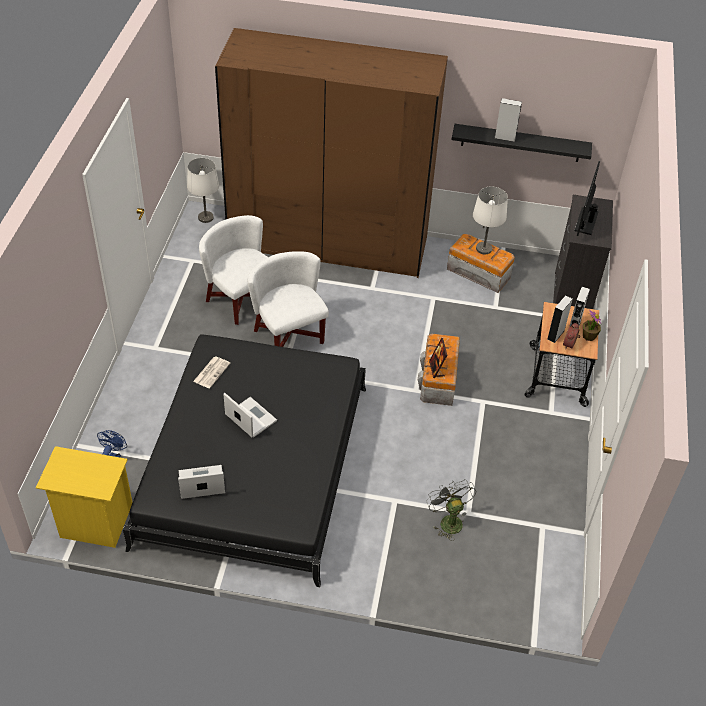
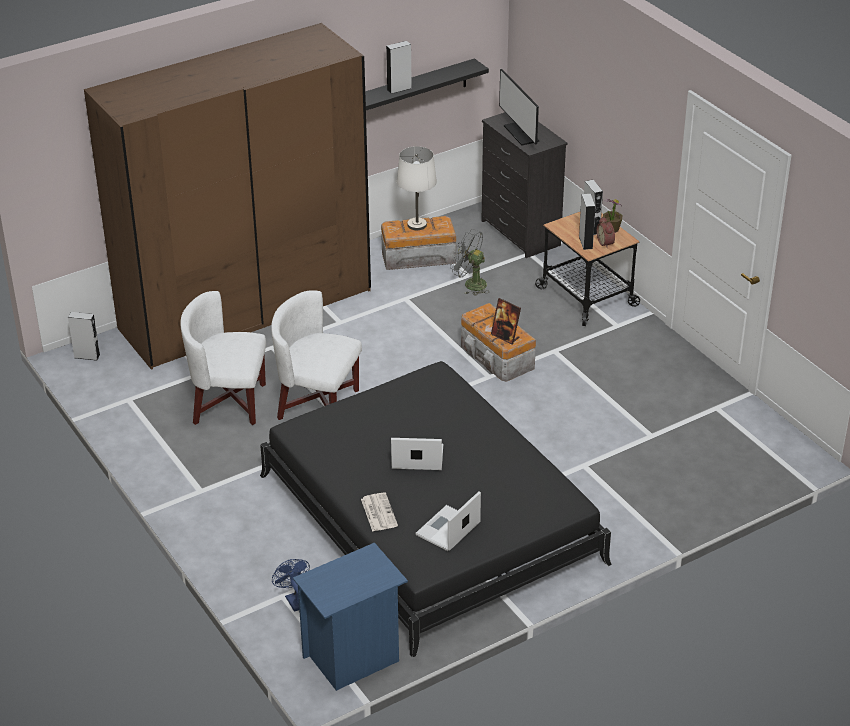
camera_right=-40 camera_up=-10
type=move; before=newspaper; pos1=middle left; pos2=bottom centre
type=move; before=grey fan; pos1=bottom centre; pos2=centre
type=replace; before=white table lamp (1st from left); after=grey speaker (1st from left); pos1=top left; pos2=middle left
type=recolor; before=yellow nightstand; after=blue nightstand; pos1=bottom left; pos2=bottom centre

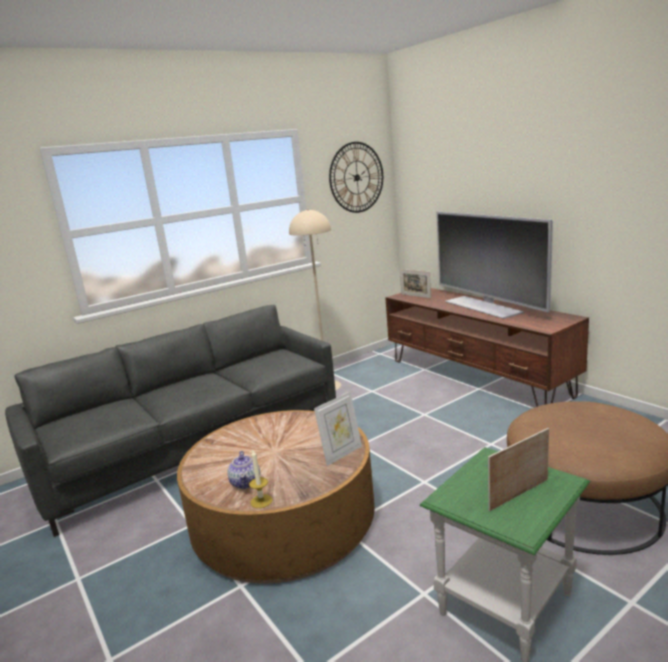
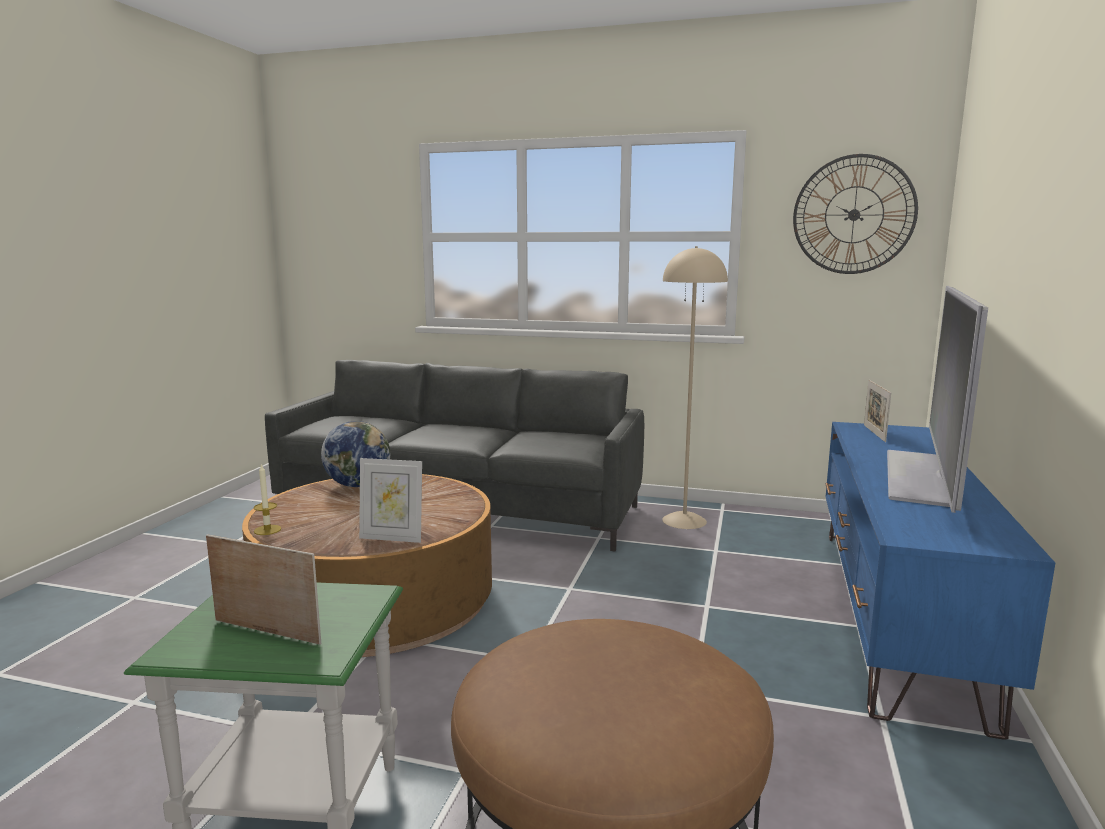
camera_right=50 camera_up=-5
type=delete; before=teapot; pos1=bottom centre
type=insert; after=globe; pos2=middle left
type=recolor; before=brown tv stand; after=blue tv stand; pos1=middle right; pos2=bottom right

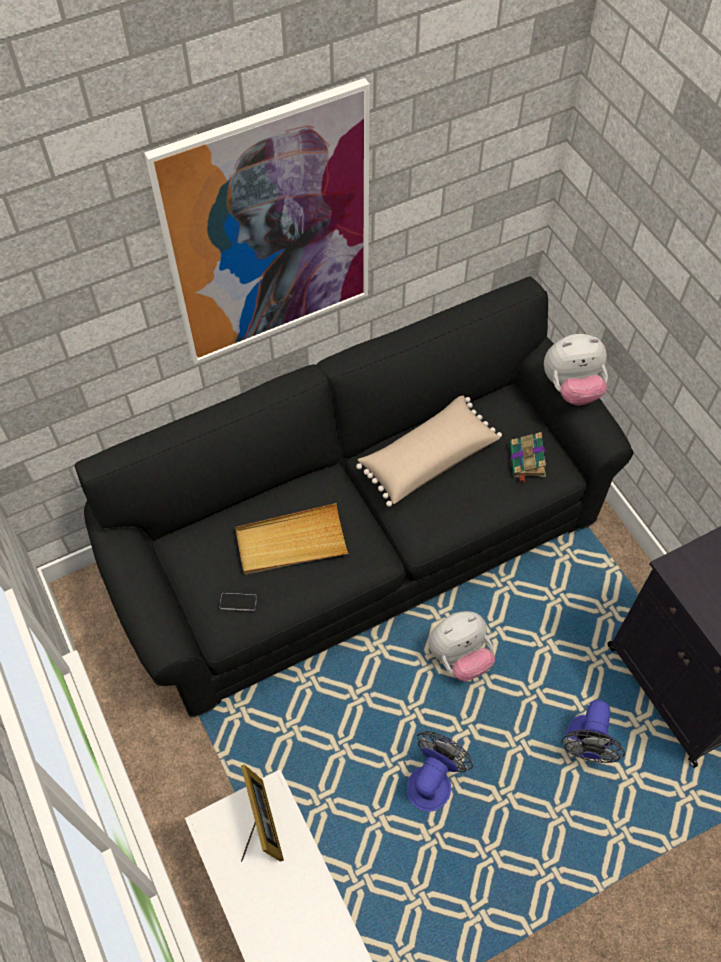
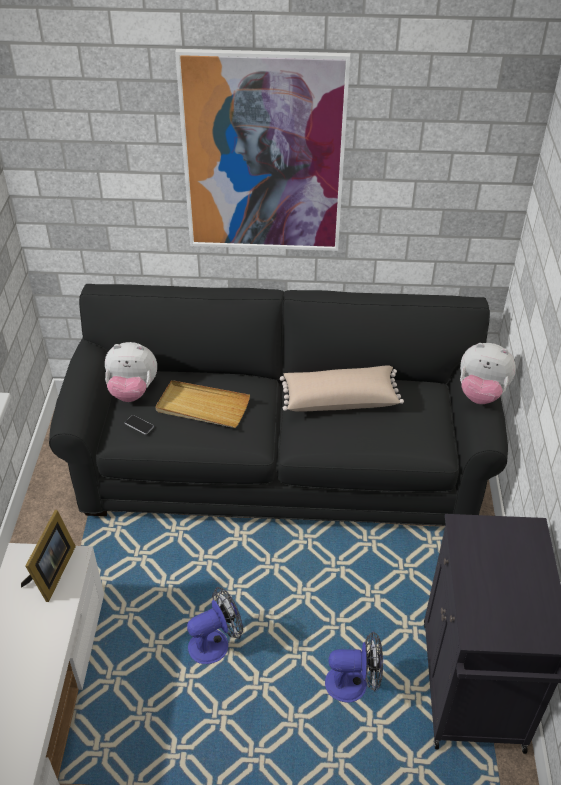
camera_right=30 camera_up=-15
type=delete; before=book; pos1=middle right
type=move; before=plush toy (1st from left); pos1=bottom centre; pos2=middle left
type=rotate; before=fan (2nd from left); pos1=bottom right; pos2=bottom centre; turn=-135

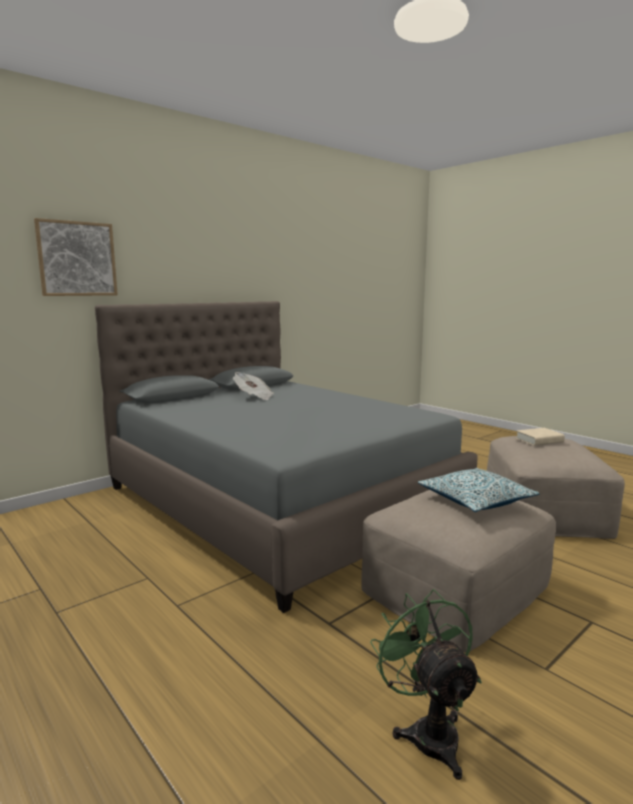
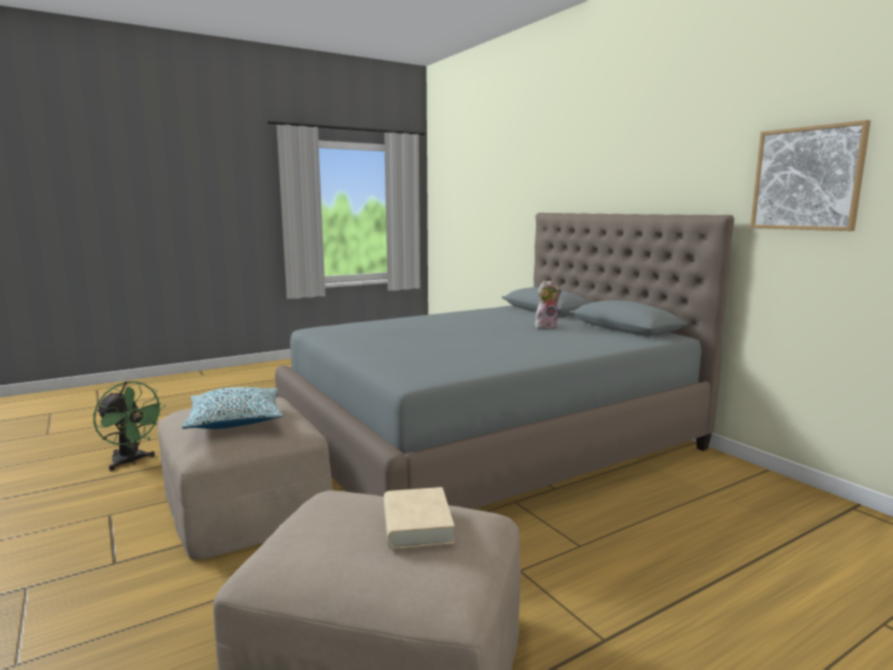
camera_right=100 camera_up=0
type=move; before=picture; pos1=top left; pos2=top right
type=replace; before=newspaper; after=plush toy; pos1=centre; pos2=centre
type=rotate; before=green fan; pos1=bottom right; pos2=middle left; turn=45

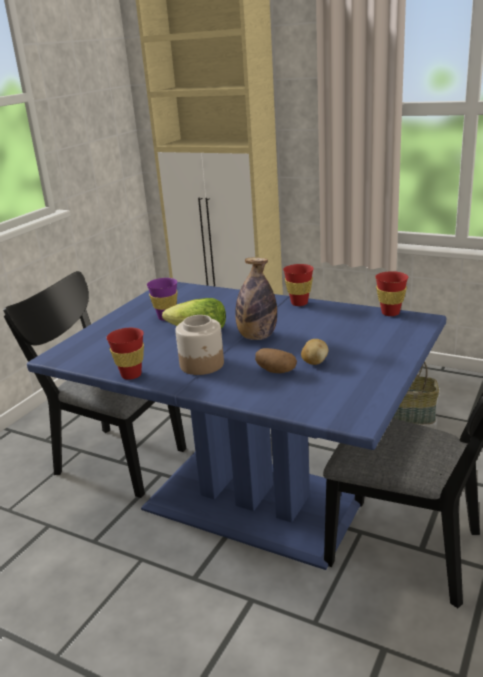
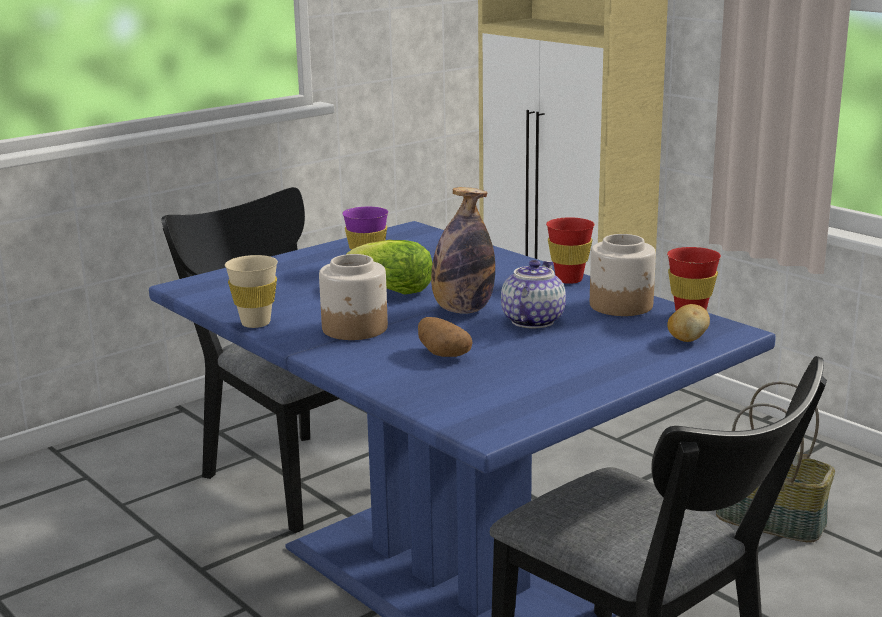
camera_right=20 camera_up=-5
type=insert; after=teapot; pos2=centre
type=insert; after=jar (2nd from left); pos2=middle right
type=move; before=potato (2nd from left); pos1=centre; pos2=middle right
type=recolor; before=red cup (1st from left); after=beige cup; pos1=middle left; pos2=middle left

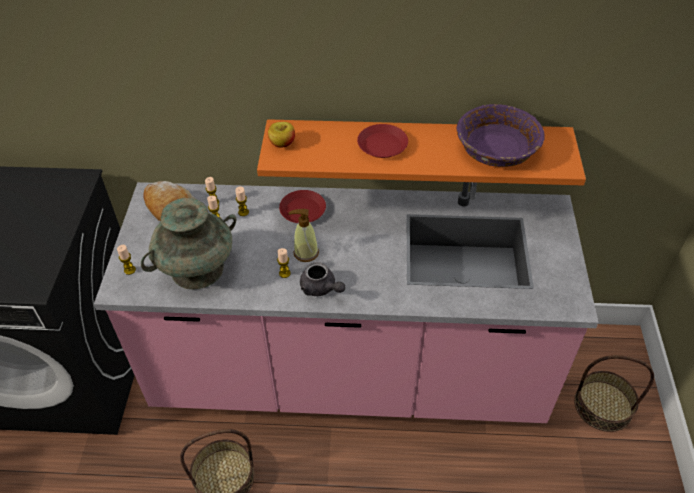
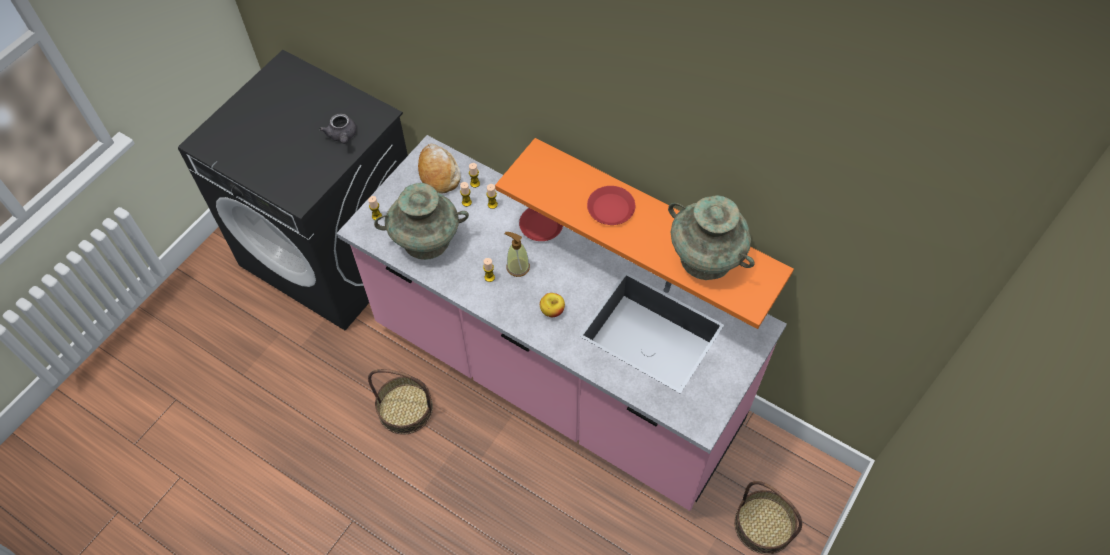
camera_right=30 camera_up=10
type=move; before=apple; pos1=top centre; pos2=centre
type=move; before=grey teapot; pos1=centre; pos2=top left
type=replace; before=purple bowl; after=turquoise vase (2nd from left); pos1=top right; pos2=centre

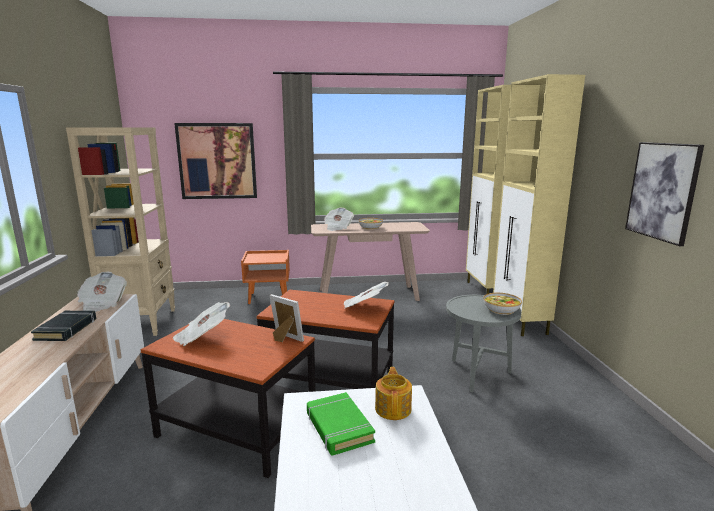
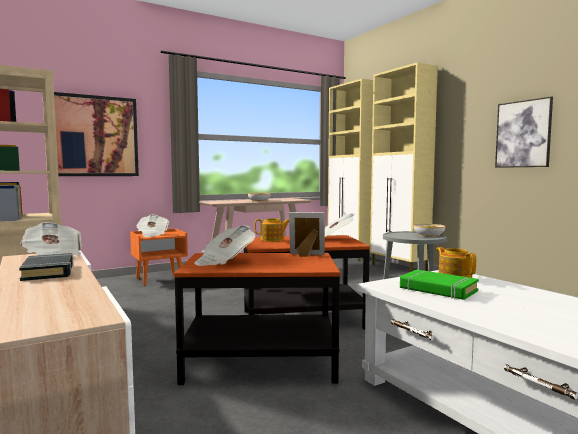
camera_right=-25 camera_up=-10
type=insert; after=teapot (1st from left); pos2=centre
type=move; before=newspaper (3rd from left in the first image); after=newspaper (2nd from left); pos1=centre; pos2=middle left

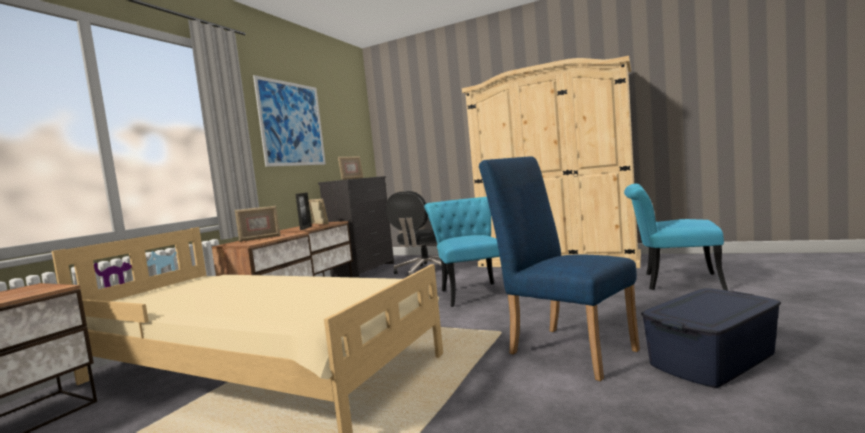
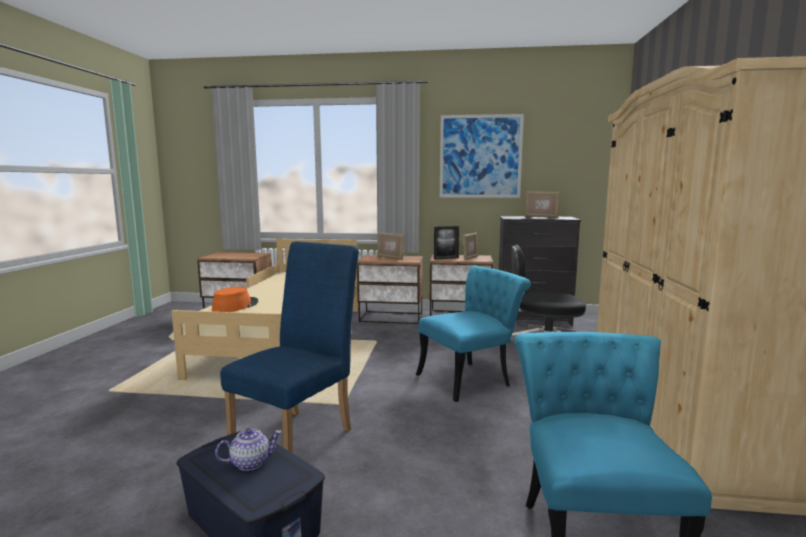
camera_right=70 camera_up=5
type=insert; after=orange hat; pos2=middle left
type=insert; after=teapot; pos2=bottom left

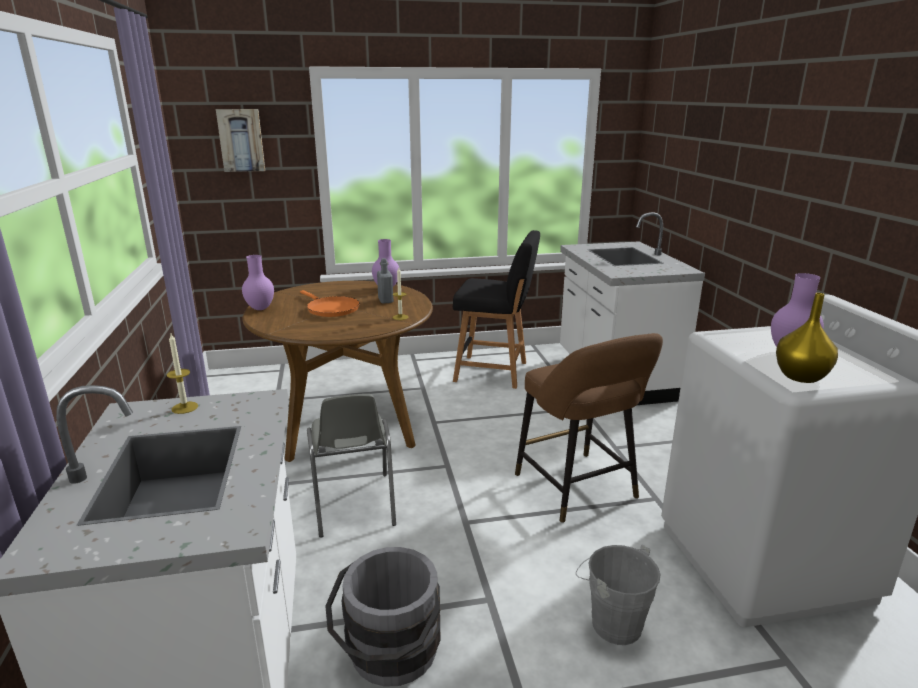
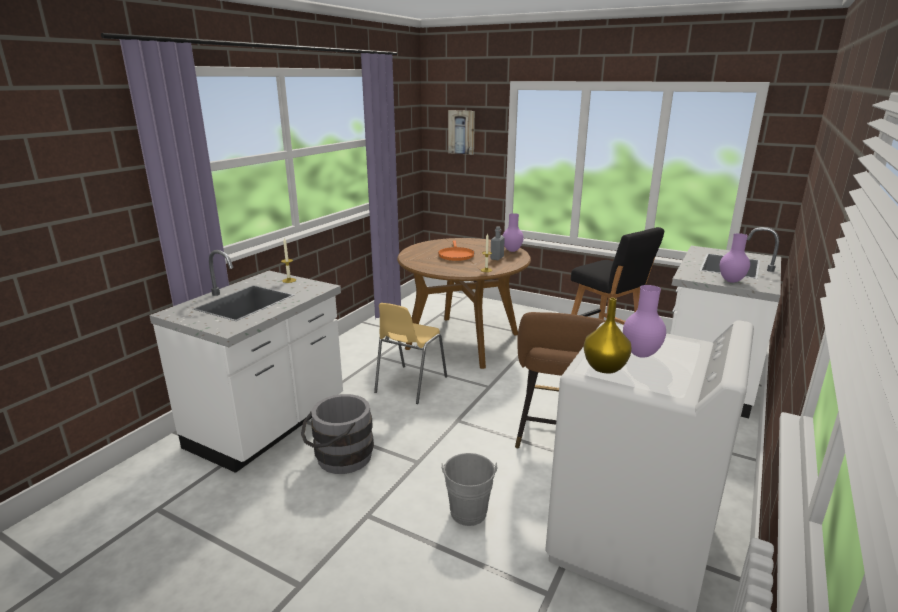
camera_right=40 camera_up=0
type=move; before=purple vase (1st from left in the first image); after=purple vase (3rd from left); pos1=middle left; pos2=middle right
type=recolor; before=grey chair; after=yellow chair; pos1=bottom centre; pos2=centre

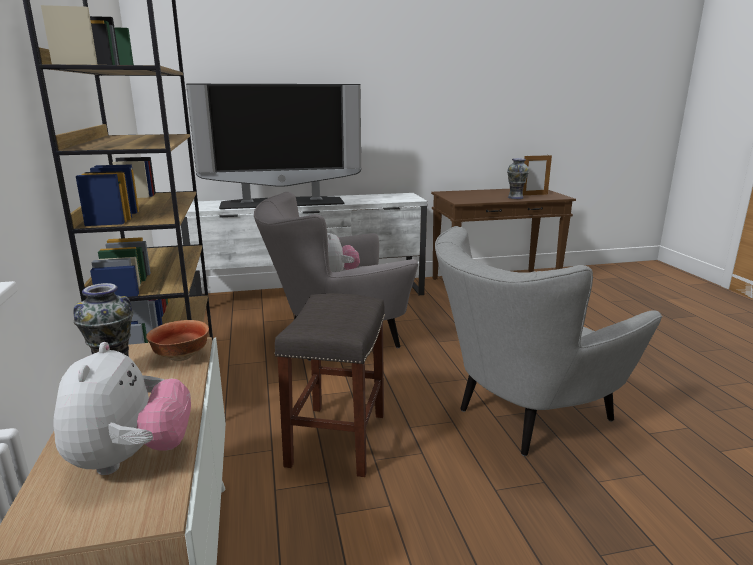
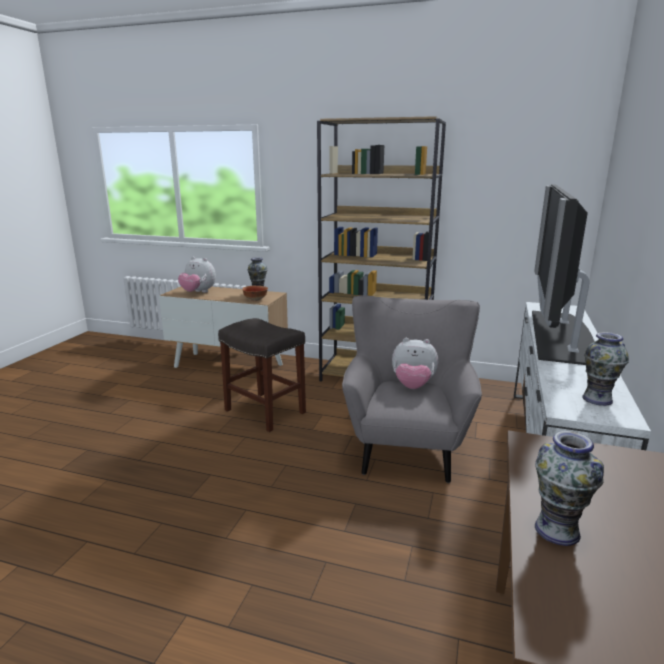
camera_right=120 camera_up=0
type=delete; before=grey armchair (2nd from left); pos1=middle right
type=delete; before=picture frame; pos1=top right
type=insert; after=vase (3rd from left); pos2=middle right

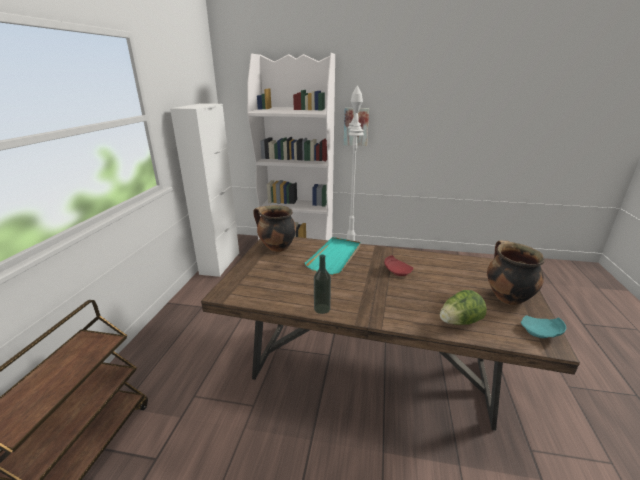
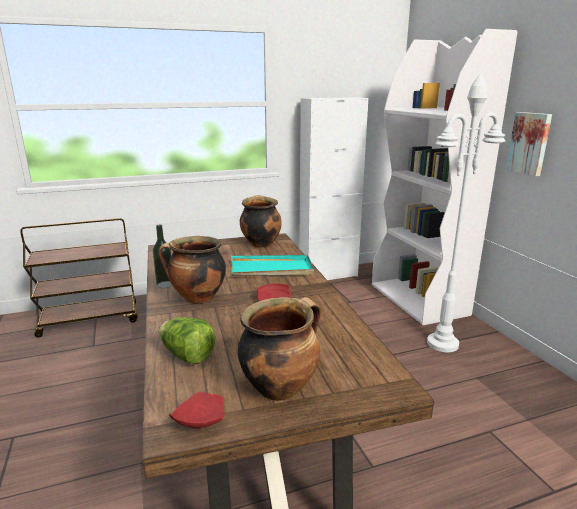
camera_right=60 camera_up=-5
type=insert; after=cooking pot (1st from left); pos2=middle left
type=recolor; before=turquoise plate; after=red plate (1st from left); pos1=bottom right; pos2=bottom centre

